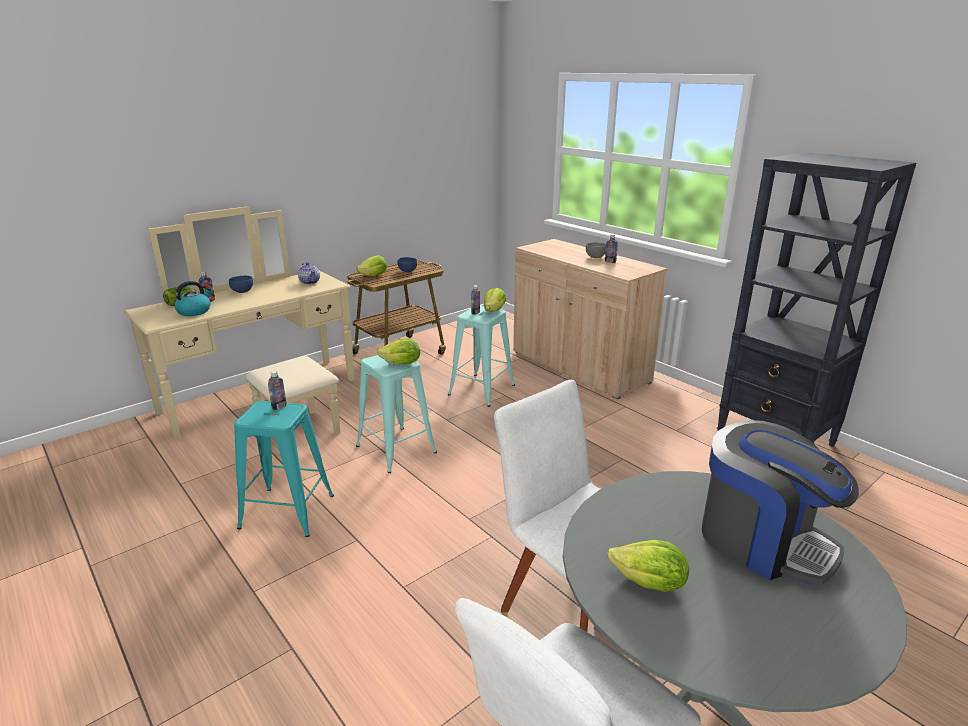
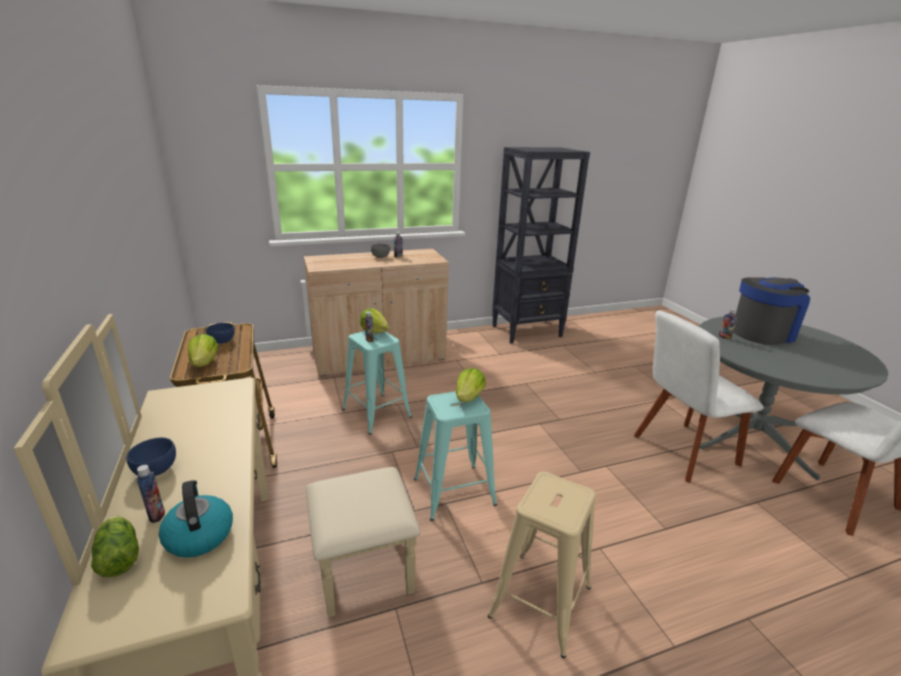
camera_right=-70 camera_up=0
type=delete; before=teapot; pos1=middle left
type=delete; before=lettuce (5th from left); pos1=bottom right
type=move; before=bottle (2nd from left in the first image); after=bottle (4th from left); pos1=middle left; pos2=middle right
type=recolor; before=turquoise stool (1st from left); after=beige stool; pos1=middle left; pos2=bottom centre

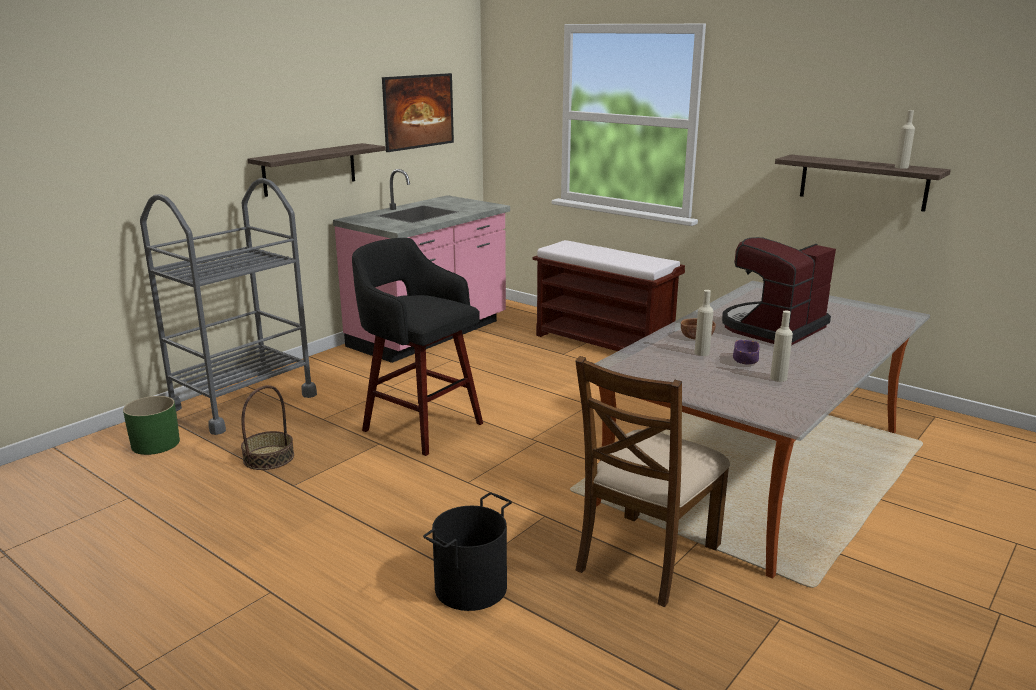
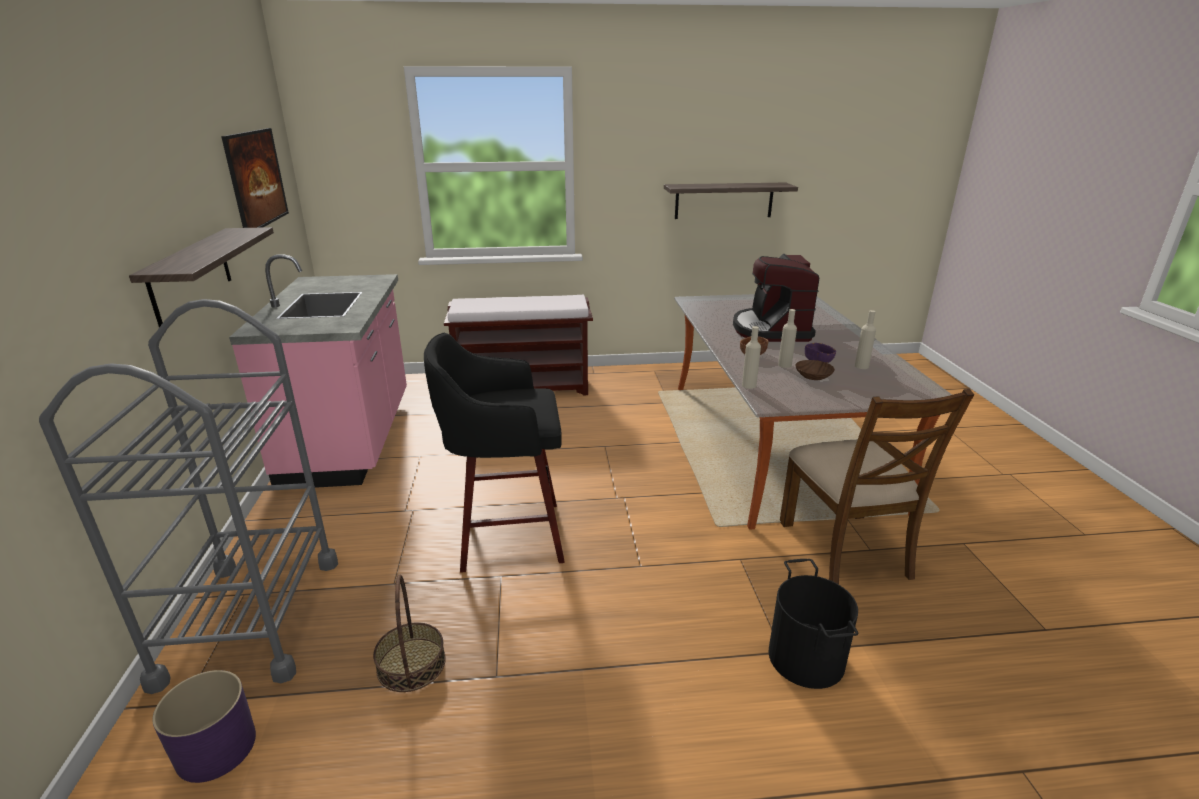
camera_right=-45 camera_up=5
type=insert; after=brown bowl (2nd from left); pos2=middle right
type=move; before=beige bottle (3rd from left in the first image); after=beige bottle (1st from left); pos1=top right; pos2=centre
type=recolor; before=green planter; after=purple planter; pos1=middle left; pos2=bottom left

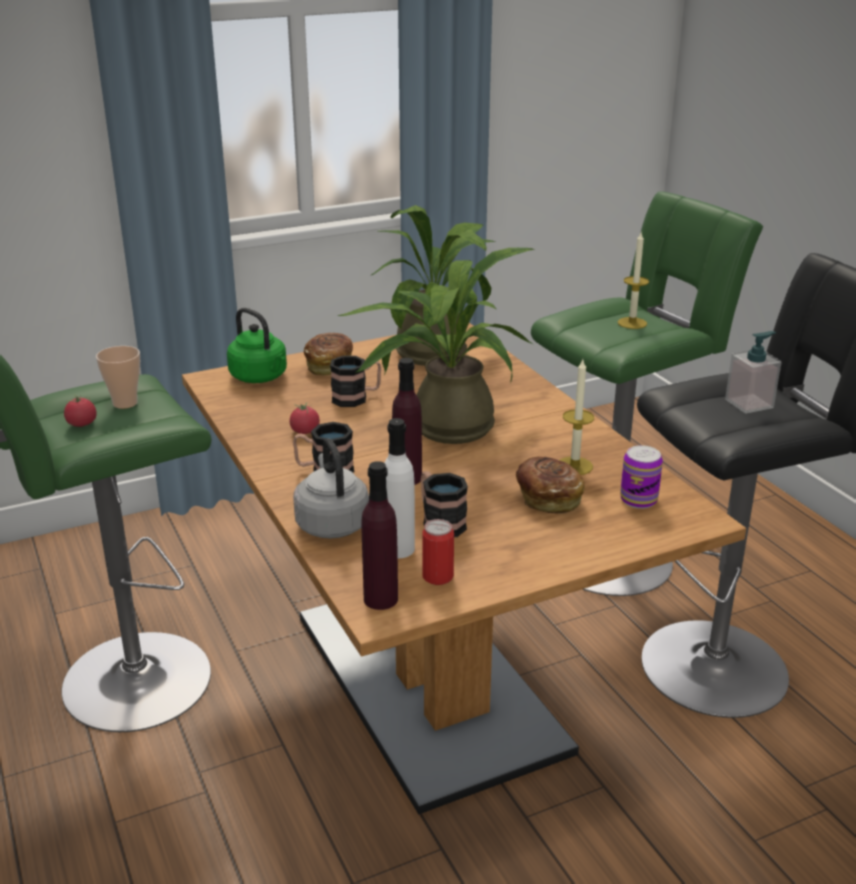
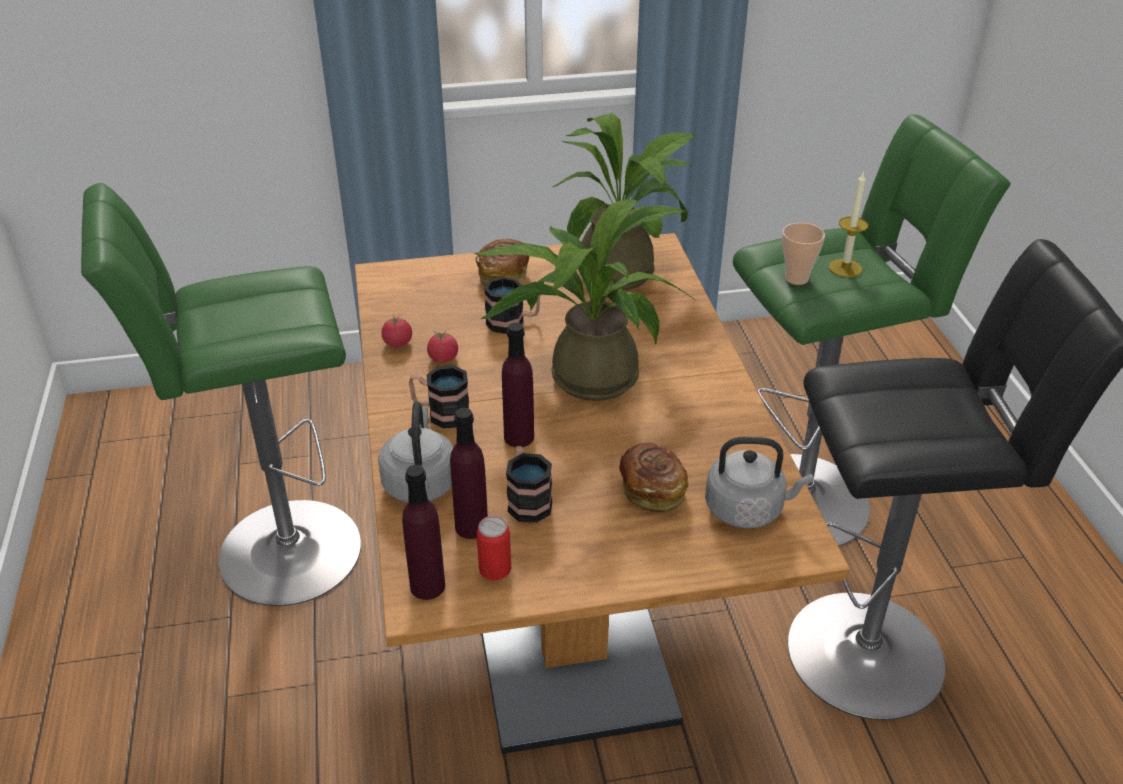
camera_right=15 camera_up=10
type=delete; before=green kettle; pos1=middle left
type=delete; before=candle (1st from left); pos1=middle right
type=delete; before=soap dispenser; pos1=middle right
type=move; before=tomato (1st from left); pos1=middle left; pos2=centre
type=move; before=cup; pos1=middle left; pos2=top right
type=replace; before=can (2nd from left); after=grey kettle (2nd from left); pos1=middle right; pos2=middle right
type=recolor; before=white bottle; after=purple bottle (2nd from left); pos1=centre; pos2=centre

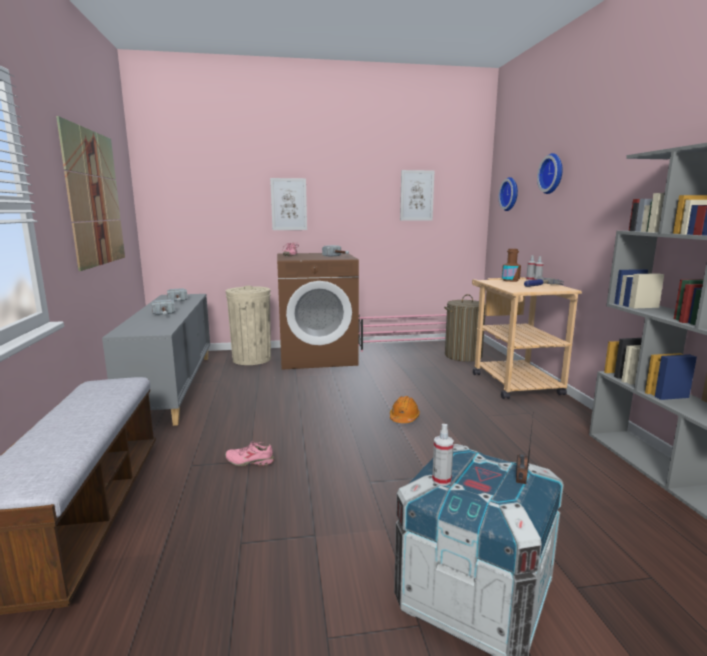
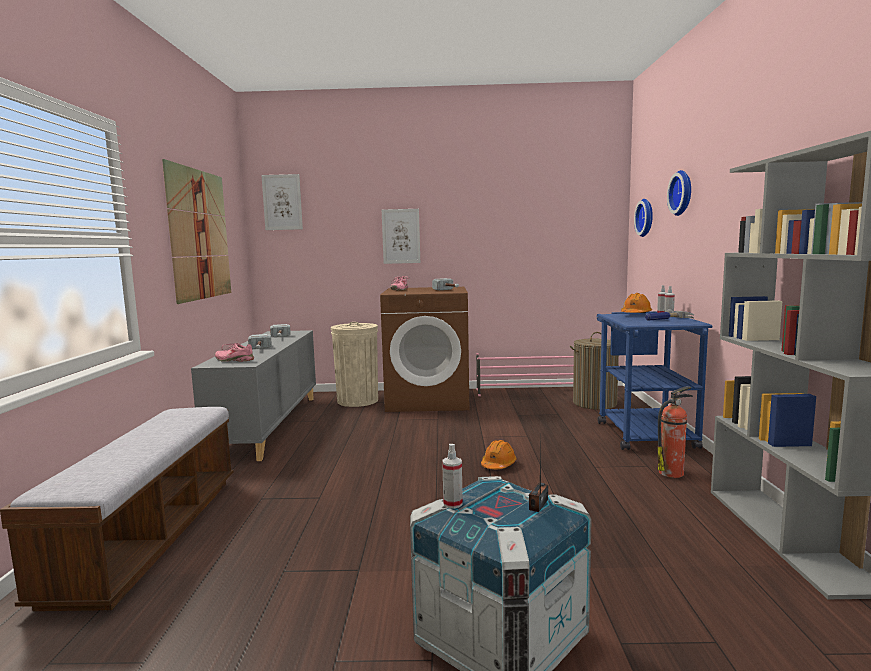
camera_right=10 camera_up=-5
type=insert; after=fire extinguisher; pos2=middle right
type=move; before=pink shoe (1st from left); pos1=bottom centre; pos2=middle left
type=move; before=picture (3rd from left in the first image); after=picture (2nd from left); pos1=top centre; pos2=top left
type=replace; before=brown bottle; after=orange hard hat (2nd from left); pos1=middle right; pos2=middle right
type=recolor; before=beige cart; after=blue cart; pos1=middle right; pos2=middle right

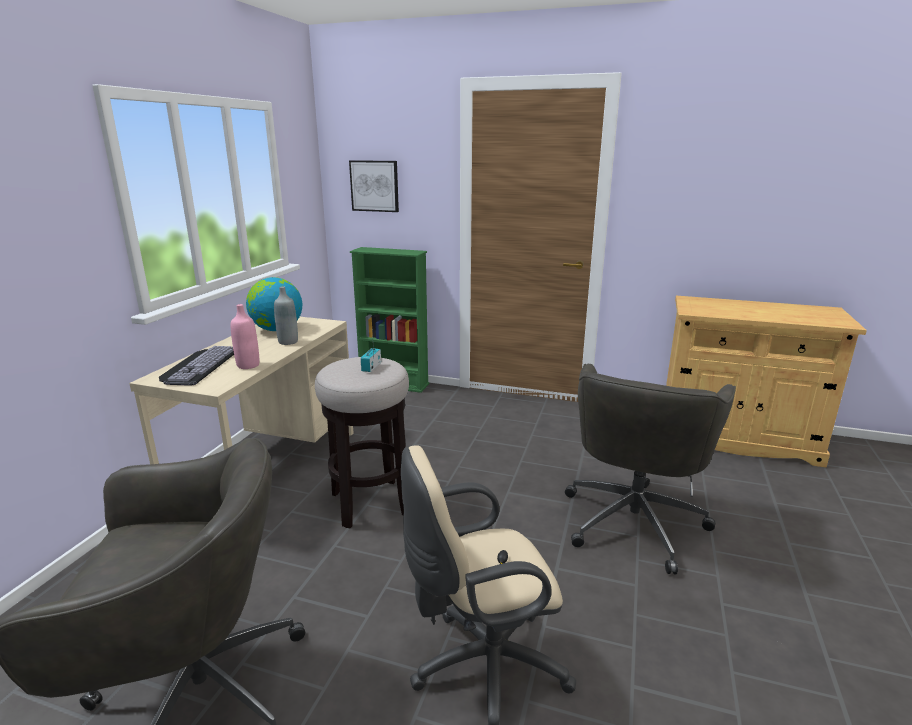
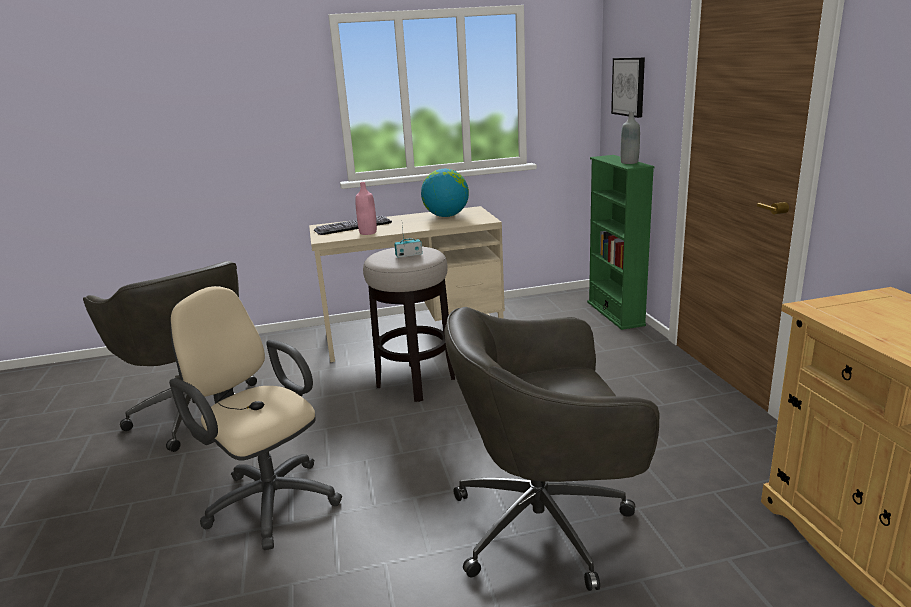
camera_right=60 camera_up=0
type=move; before=grey bottle; pos1=middle left; pos2=top right

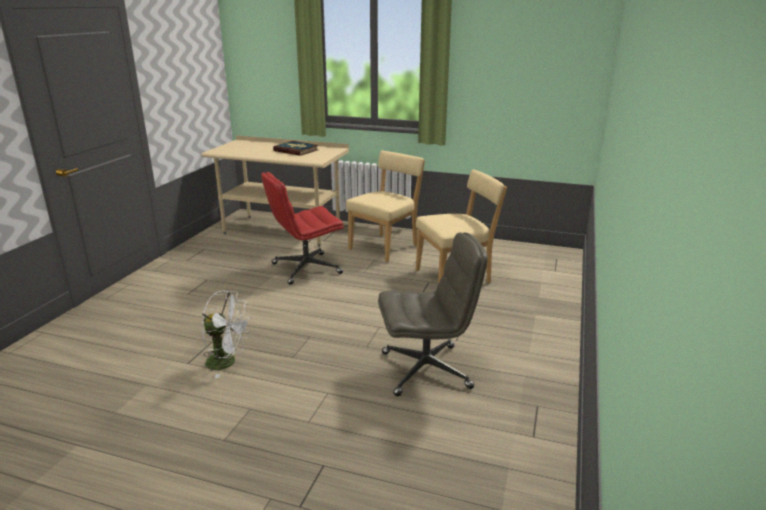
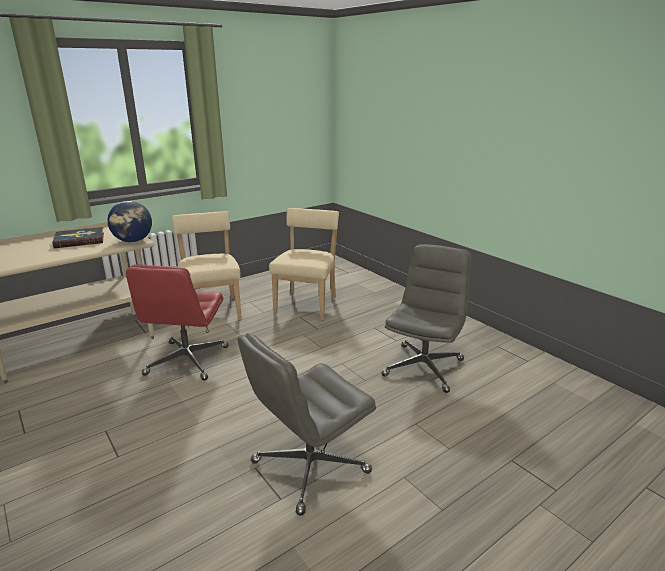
camera_right=-55 camera_up=0
type=insert; after=globe; pos2=middle left
type=replace; before=white fan; after=grey office chair (1st from left); pos1=middle left; pos2=bottom centre

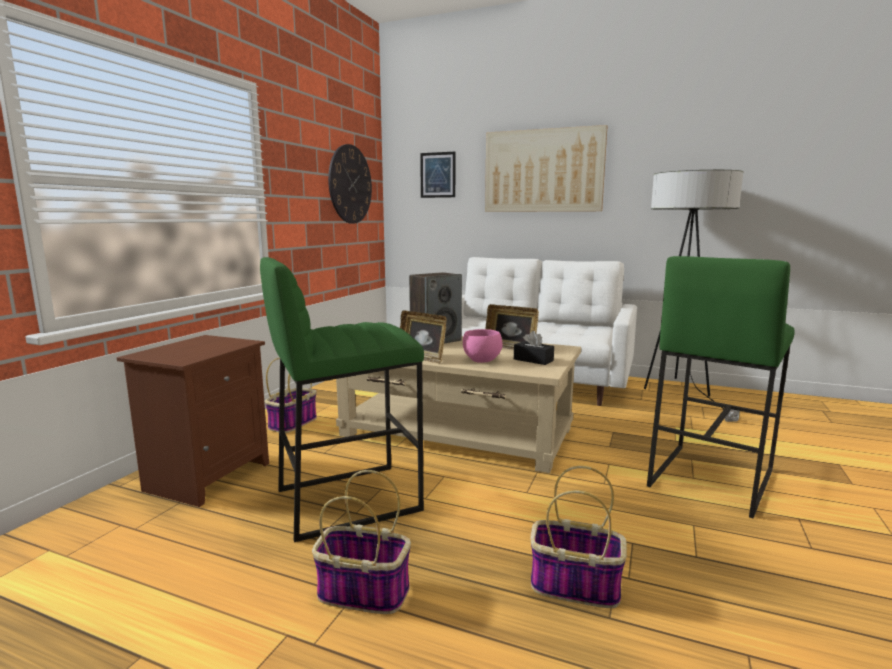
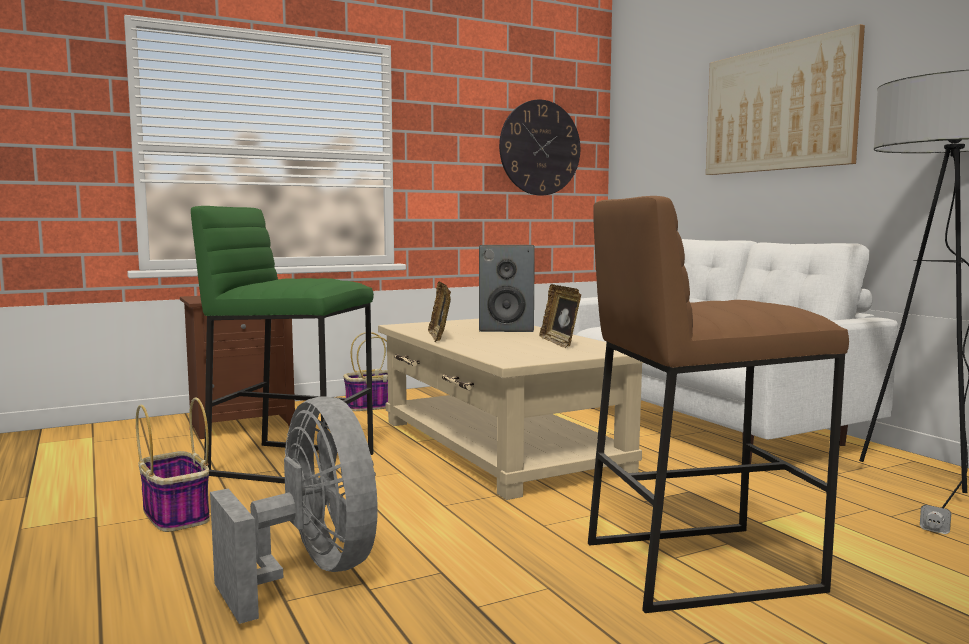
camera_right=40 camera_up=-5
type=delete; before=picture (1st from left); pos1=top centre
type=delete; before=pink bowl; pos1=centre
type=delete; before=black tissue box; pos1=centre
type=replace; before=basket (3rd from left); after=grey fan; pos1=bottom centre; pos2=bottom left
type=recolor; before=green stool (2nd from left); after=brown stool; pos1=middle right; pos2=middle right

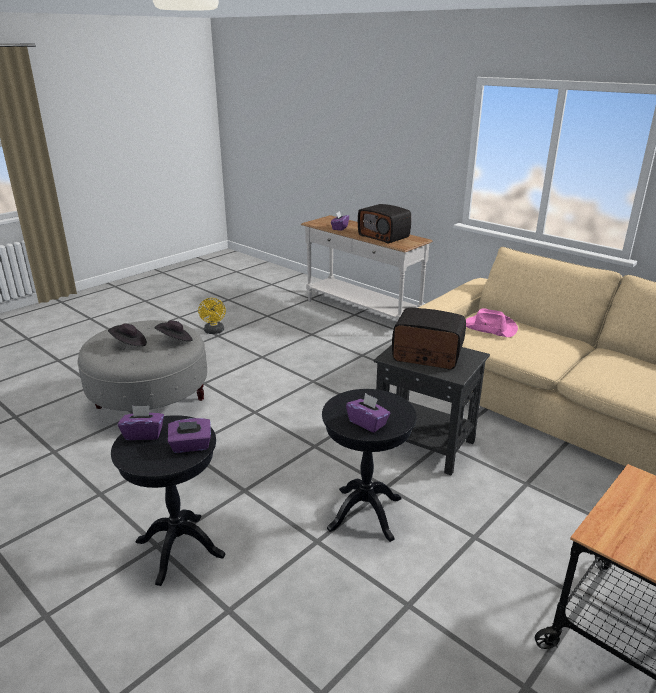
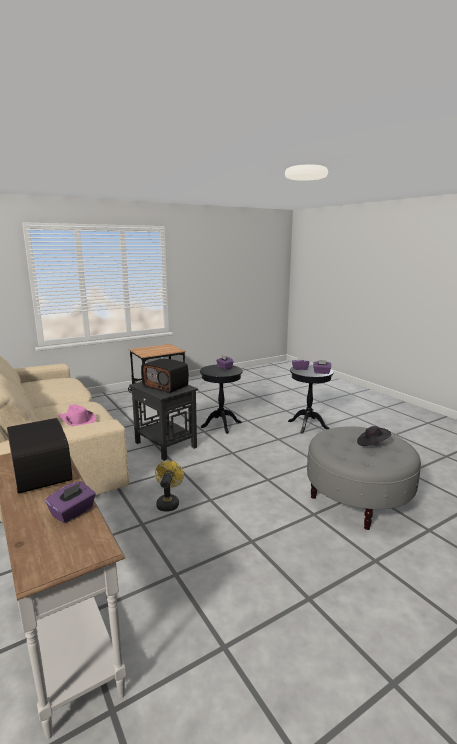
camera_right=-165 camera_up=-10
type=delete; before=black hat (2nd from left); pos1=middle left
type=move; before=yellow fan; pos1=middle left; pos2=centre

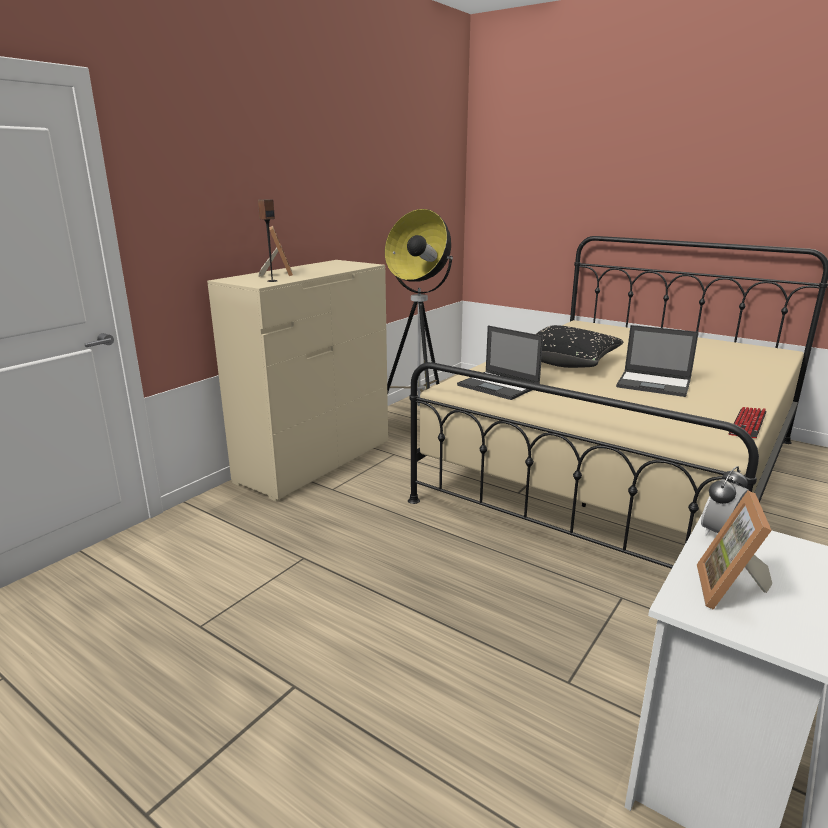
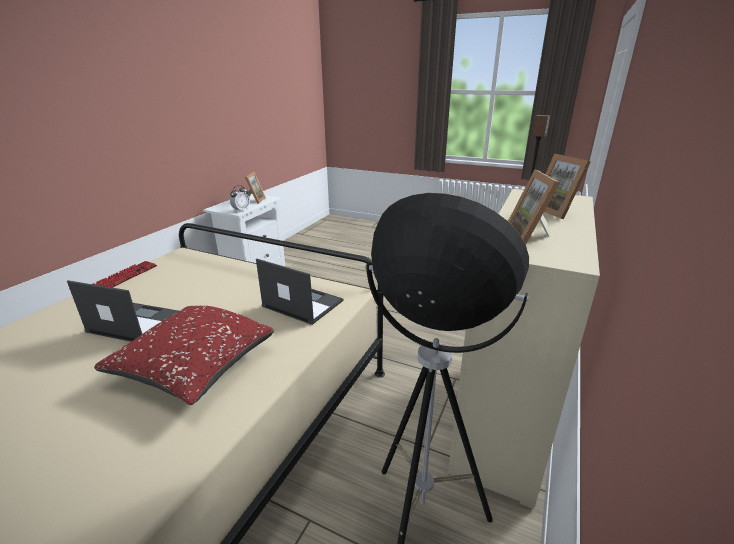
camera_right=170 camera_up=5
type=insert; after=picture frame (2nd from left); pos2=middle right
type=recolor; before=black pillow; after=red pillow; pos1=middle right; pos2=middle left

